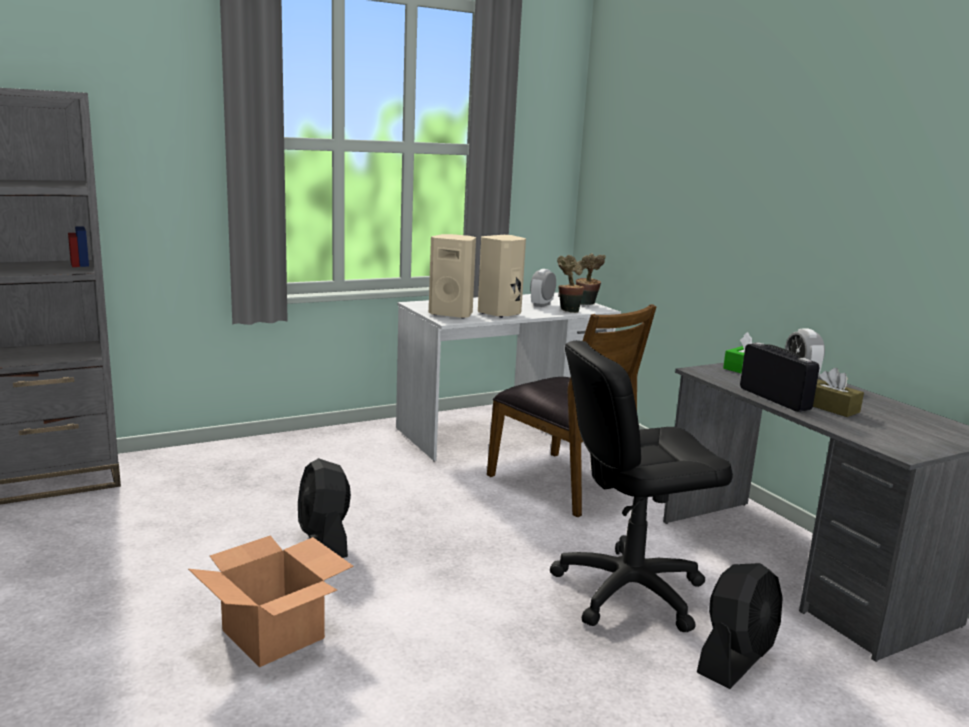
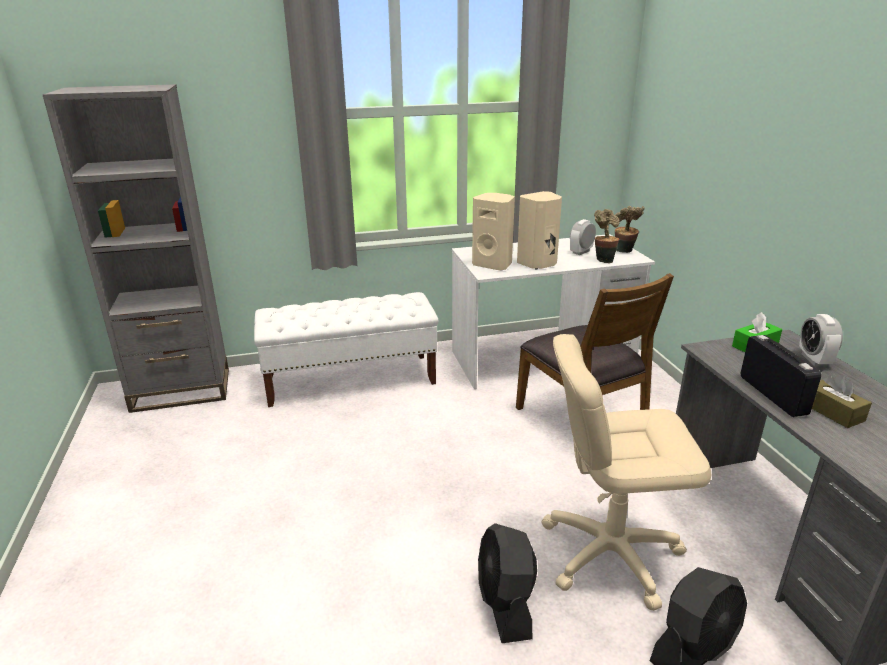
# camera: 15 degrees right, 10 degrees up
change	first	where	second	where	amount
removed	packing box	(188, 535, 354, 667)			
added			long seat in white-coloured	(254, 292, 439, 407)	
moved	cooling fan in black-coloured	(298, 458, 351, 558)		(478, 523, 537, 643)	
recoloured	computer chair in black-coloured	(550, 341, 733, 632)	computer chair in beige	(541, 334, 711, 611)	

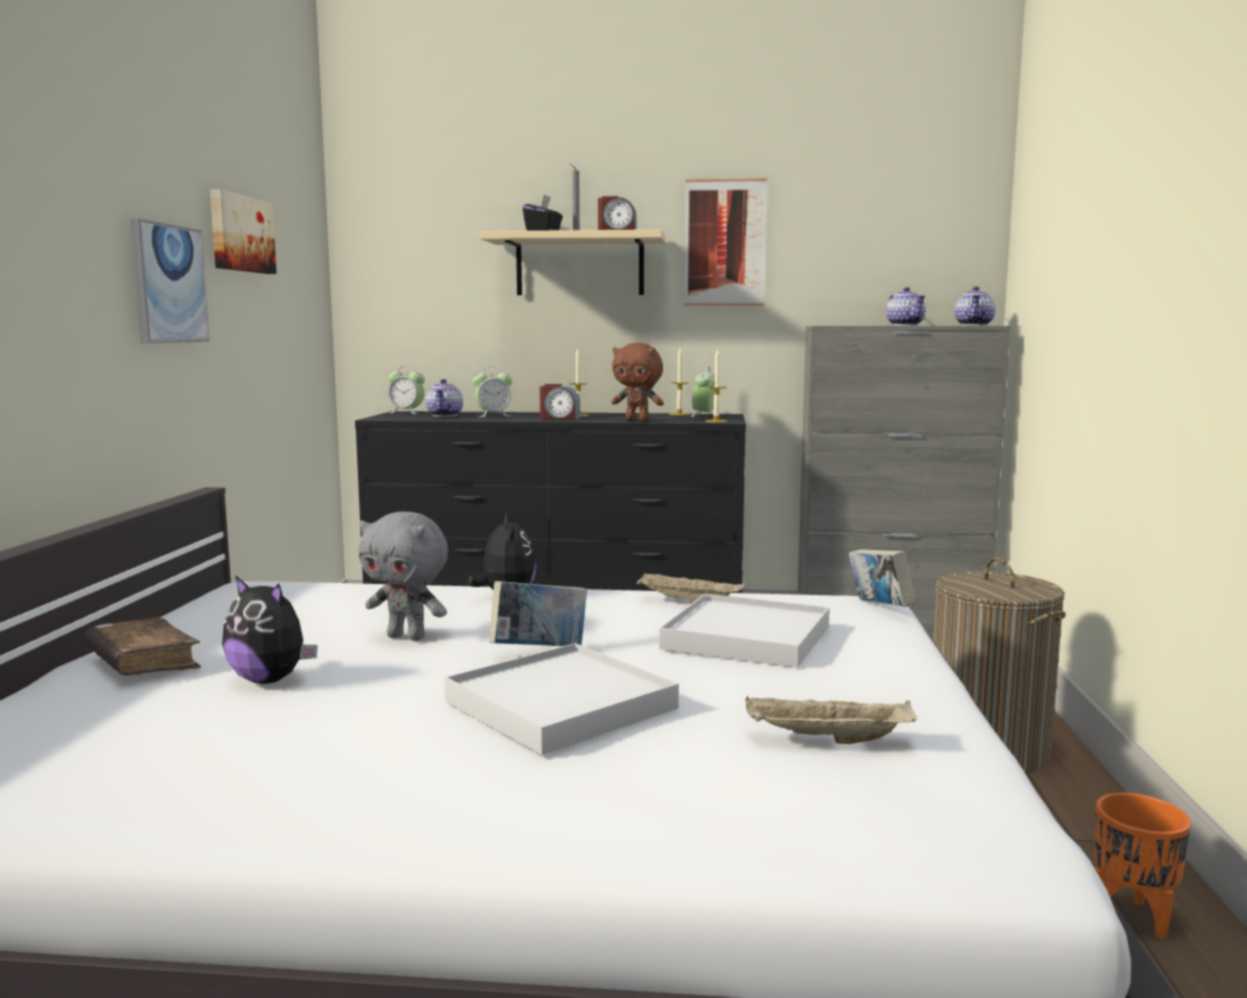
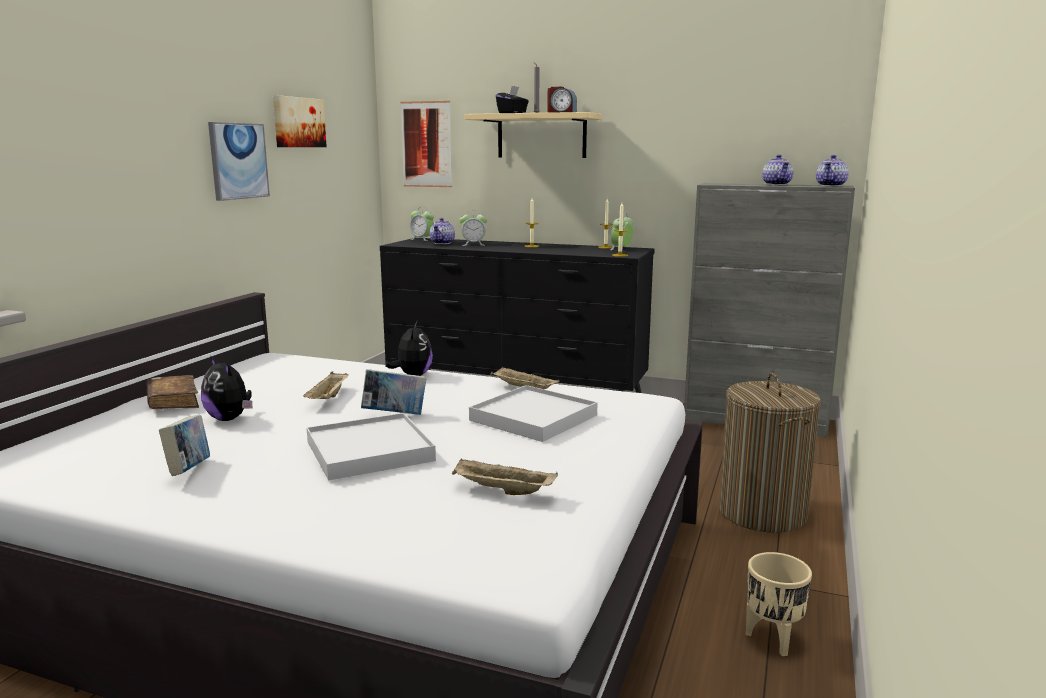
# camera: 15 degrees right, 5 degrees up
change	first	where	second	where	amount
removed	alarm clock	(540, 384, 580, 420)			
removed	soft toy in brownish	(611, 343, 664, 422)			
moved	wall picture	(684, 178, 767, 306)		(400, 101, 452, 187)	
moved	book	(849, 549, 916, 607)		(159, 415, 210, 476)	
replaced	soft toy in greyish	(358, 512, 448, 641)	tray in beige	(303, 371, 349, 399)	
recoloured	flower pot in orange	(1094, 793, 1191, 939)	flower pot in beige	(746, 552, 812, 656)	

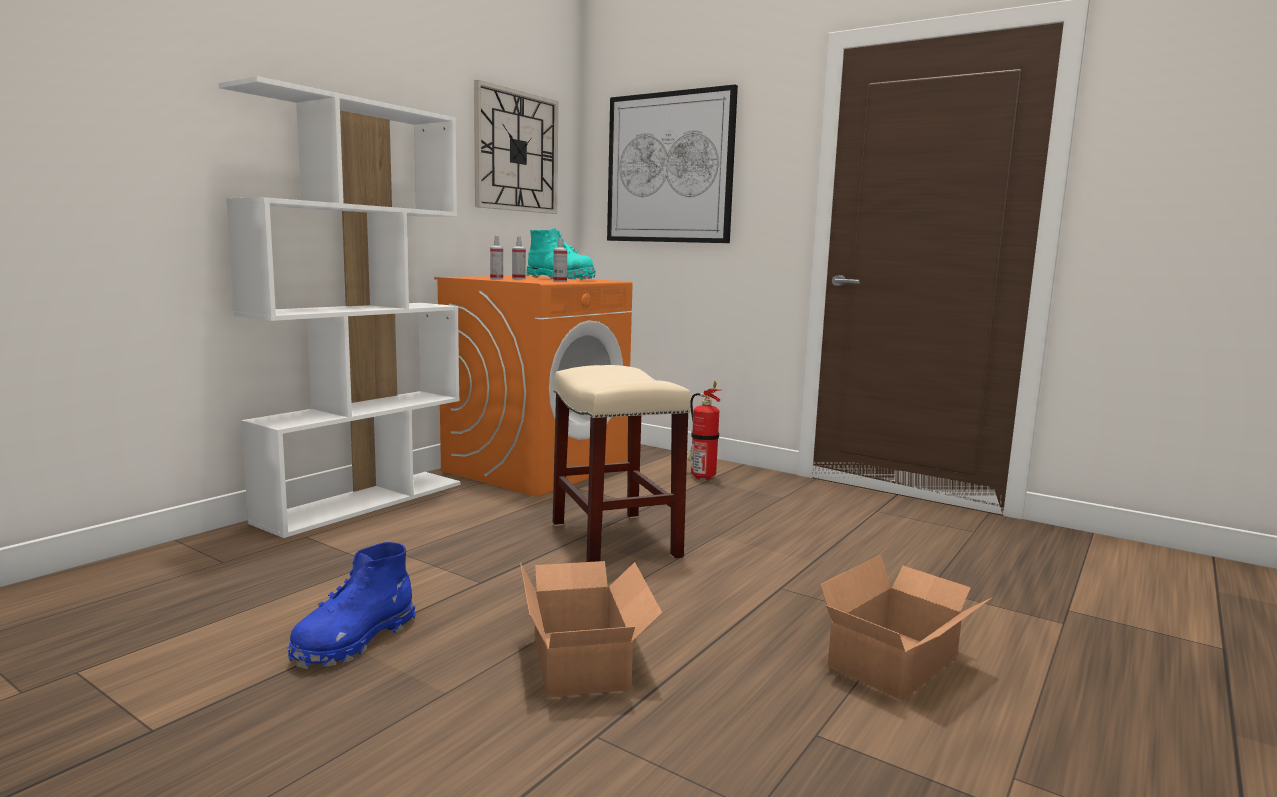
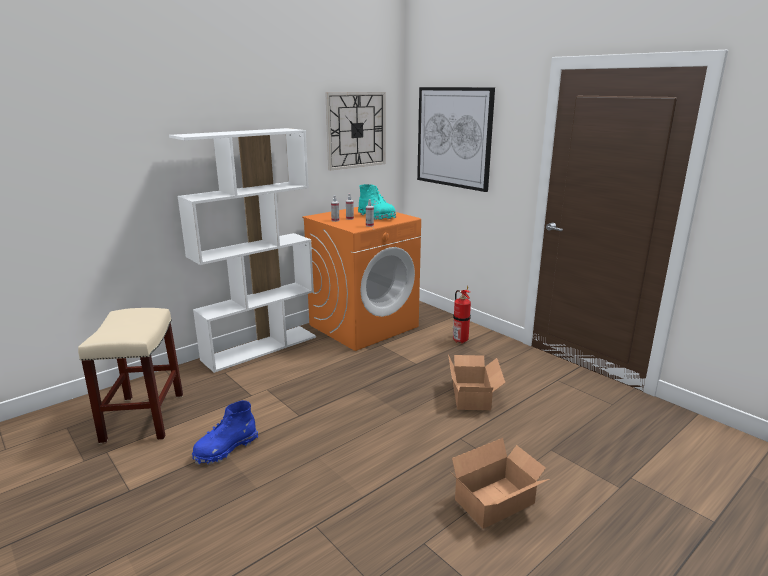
# camera: 15 degrees right, 10 degrees up
change	first	where	second	where	amount
moved	packing box	(520, 561, 662, 698)		(448, 354, 505, 410)	
moved	sitting stool in beige	(553, 365, 691, 562)		(78, 308, 183, 444)	

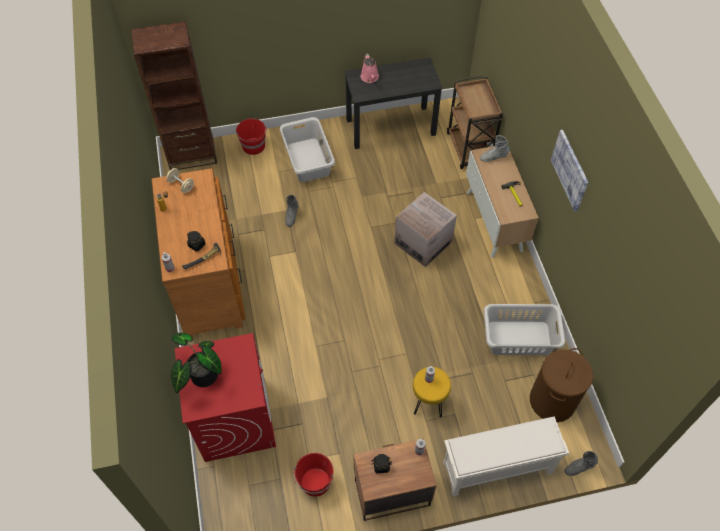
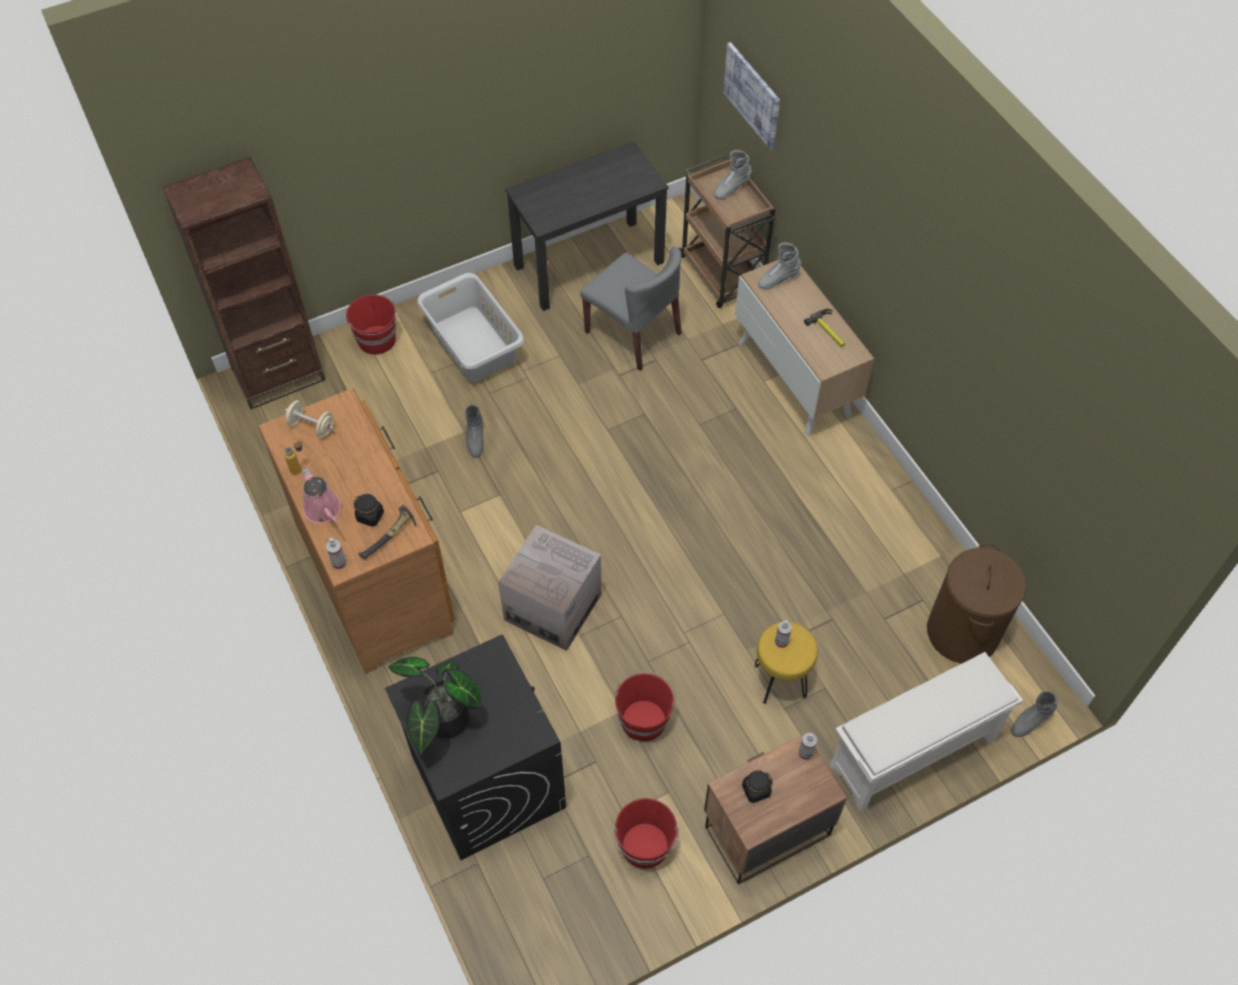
# camera: 15 degrees left, 0 degrees up
change	first	where	second	where	amount
removed	hamper in greyish	(484, 304, 565, 355)			
added			upright chair in greyish	(580, 246, 682, 371)	
added			water bucket in red-coloured	(615, 671, 676, 741)	
added			boot in greyish	(714, 150, 752, 199)	
moved	watering pot in pinkish	(361, 53, 379, 83)		(302, 468, 341, 524)	
moved	packing box	(394, 192, 457, 267)		(498, 525, 602, 651)	
moved	wall picture	(551, 130, 588, 212)		(723, 42, 780, 150)	
recoloured	washing machine in red-coloured	(175, 333, 276, 462)	washing machine in black-coloured	(385, 634, 566, 860)	

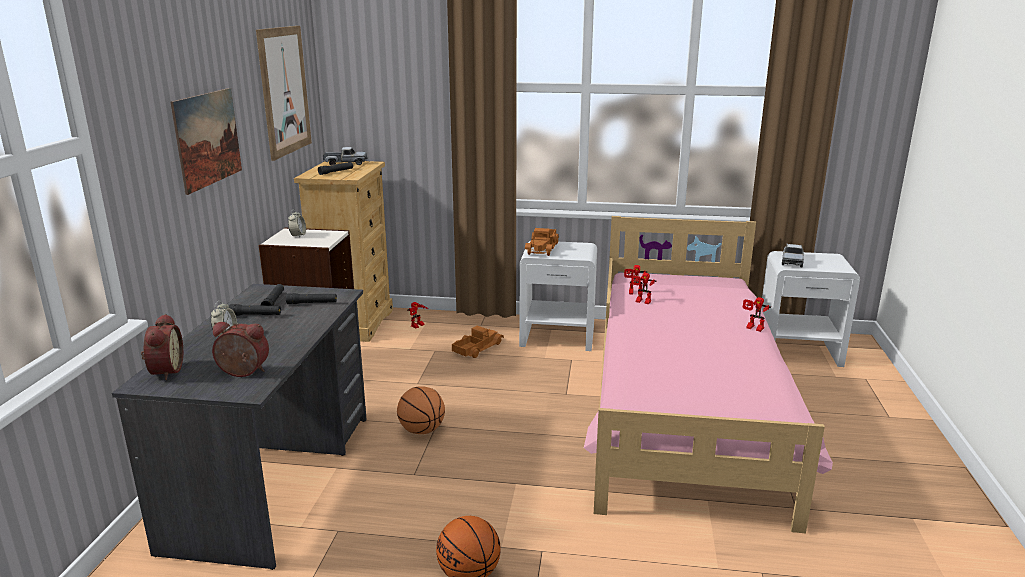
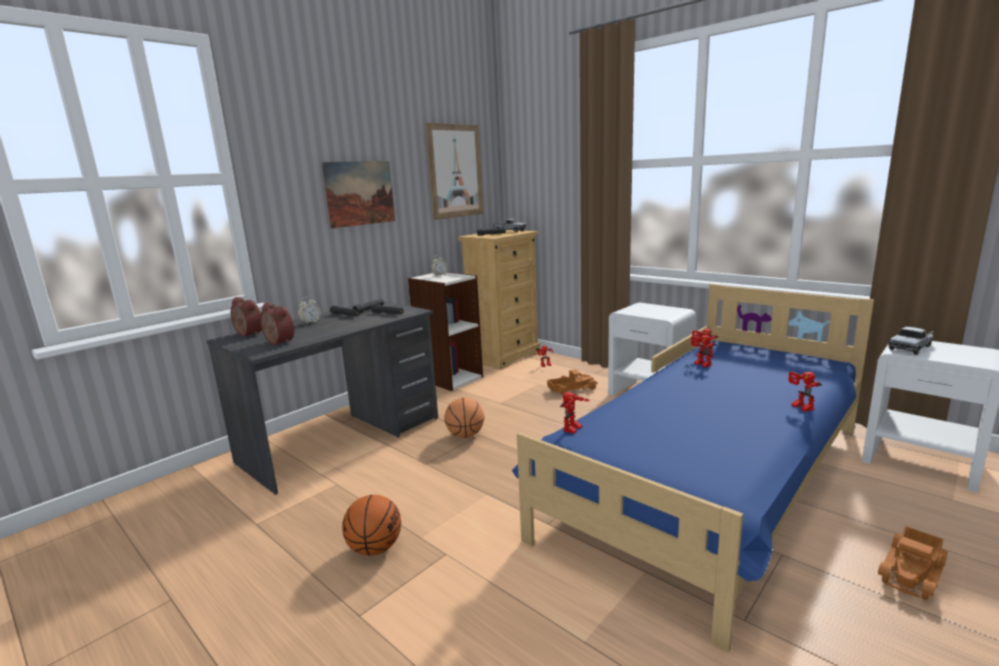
# camera: 35 degrees right, 5 degrees down
change	first	where	second	where	amount
added			robot figure	(560, 392, 590, 434)	
moved	toy lorry	(525, 228, 559, 256)		(878, 526, 948, 600)	
recoloured	bed in pinkish	(584, 216, 833, 533)	bed in bluish	(512, 284, 874, 653)	
turned	alarm clock	(141, 314, 183, 380)		(231, 297, 262, 336)	75 degrees counterclockwise

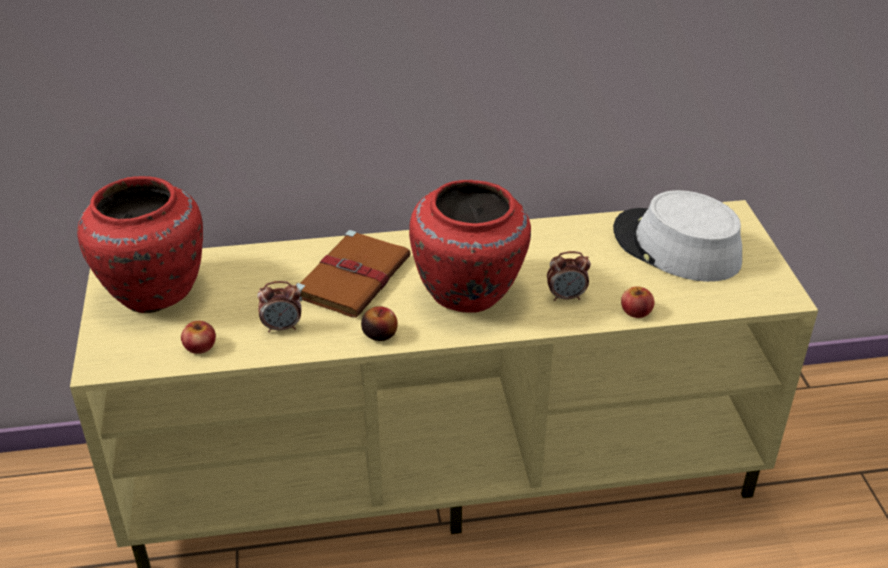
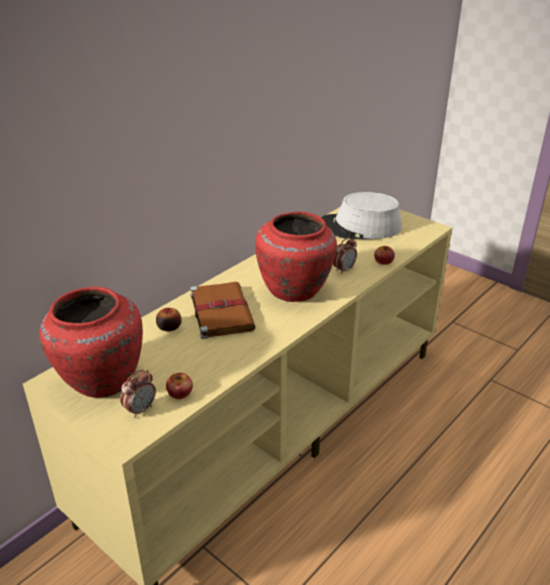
# camera: 40 degrees left, 5 degrees down
change	first	where	second	where	amount
moved	alarm clock	(257, 281, 301, 332)		(120, 370, 156, 418)	
moved	whole apple	(361, 306, 398, 341)		(156, 308, 182, 331)	

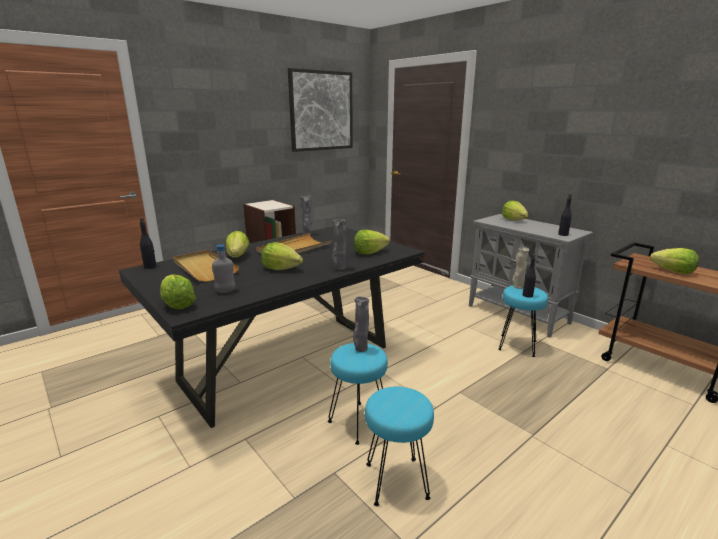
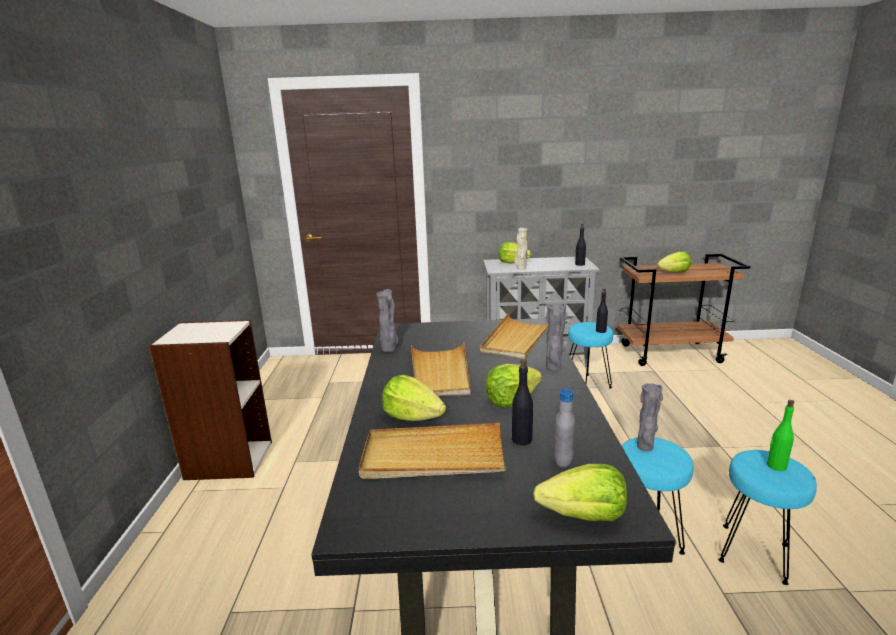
# camera: 50 degrees left, 0 degrees up
change	first	where	second	where	amount
removed	wall picture	(288, 68, 353, 152)			
added			drink bottle in green	(767, 400, 794, 471)	
moved	drink bottle in black-coloured	(140, 218, 156, 269)		(512, 359, 533, 445)	
moved	vase in beige	(512, 247, 529, 289)		(515, 228, 528, 270)	
replaced	lettuce head	(354, 230, 390, 254)	tray in beige	(480, 314, 549, 359)	

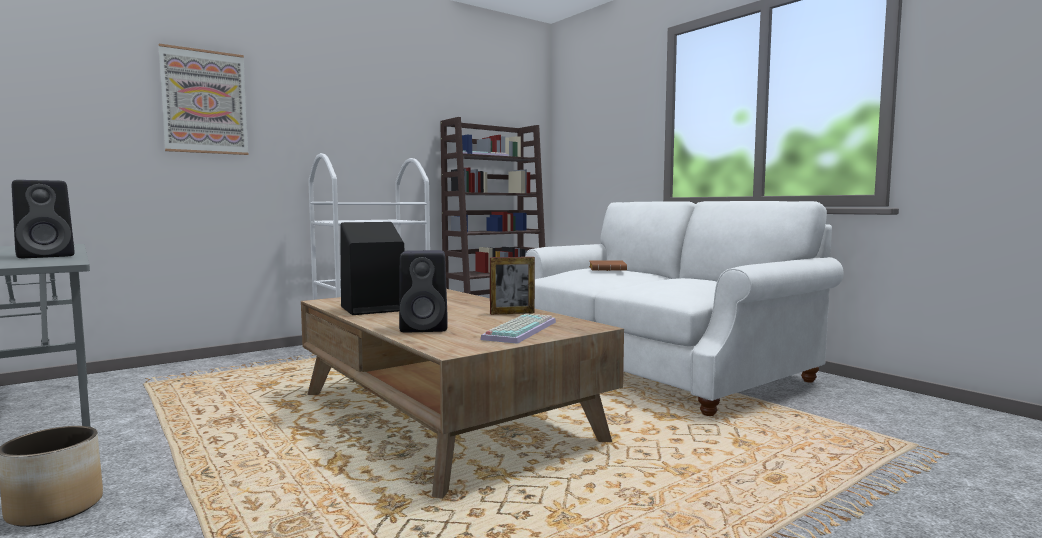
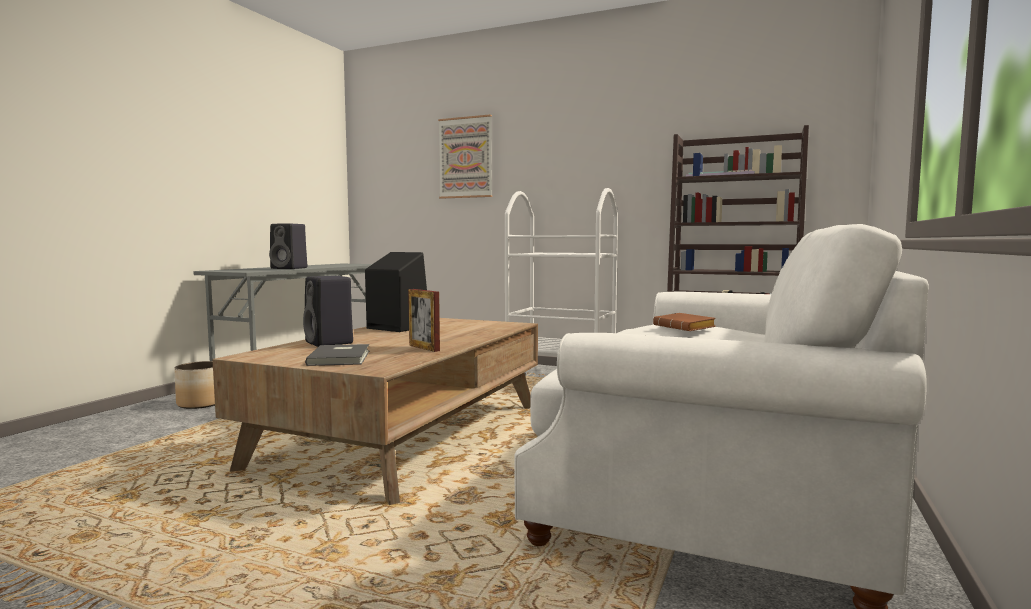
# camera: 60 degrees right, 0 degrees up
change	first	where	second	where	amount
replaced	keyboard	(480, 314, 556, 344)	book in greyish	(305, 344, 369, 366)	

